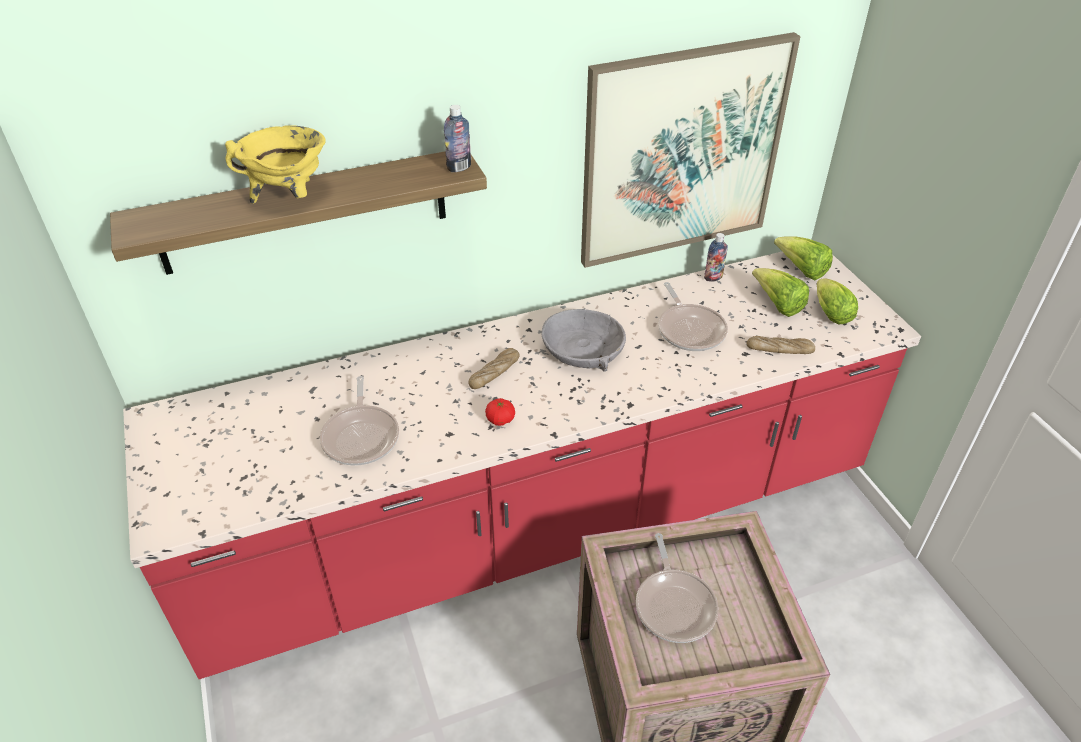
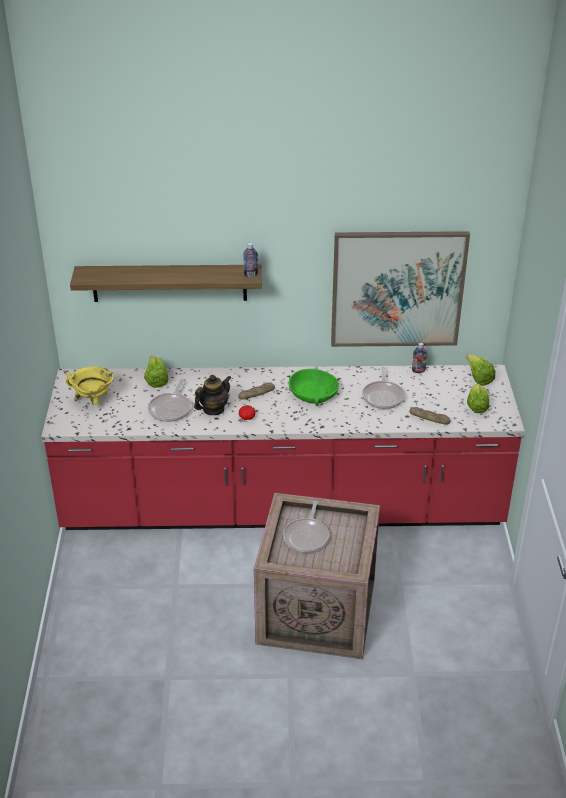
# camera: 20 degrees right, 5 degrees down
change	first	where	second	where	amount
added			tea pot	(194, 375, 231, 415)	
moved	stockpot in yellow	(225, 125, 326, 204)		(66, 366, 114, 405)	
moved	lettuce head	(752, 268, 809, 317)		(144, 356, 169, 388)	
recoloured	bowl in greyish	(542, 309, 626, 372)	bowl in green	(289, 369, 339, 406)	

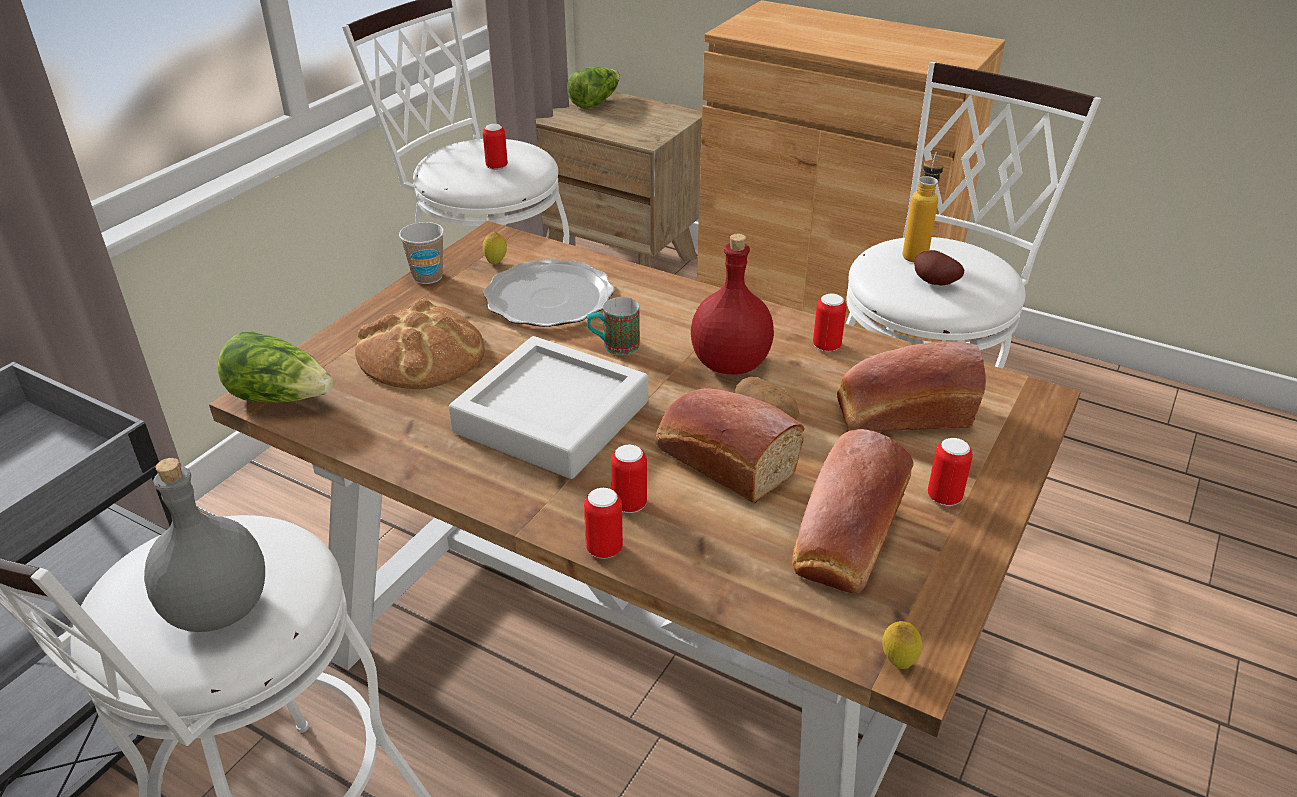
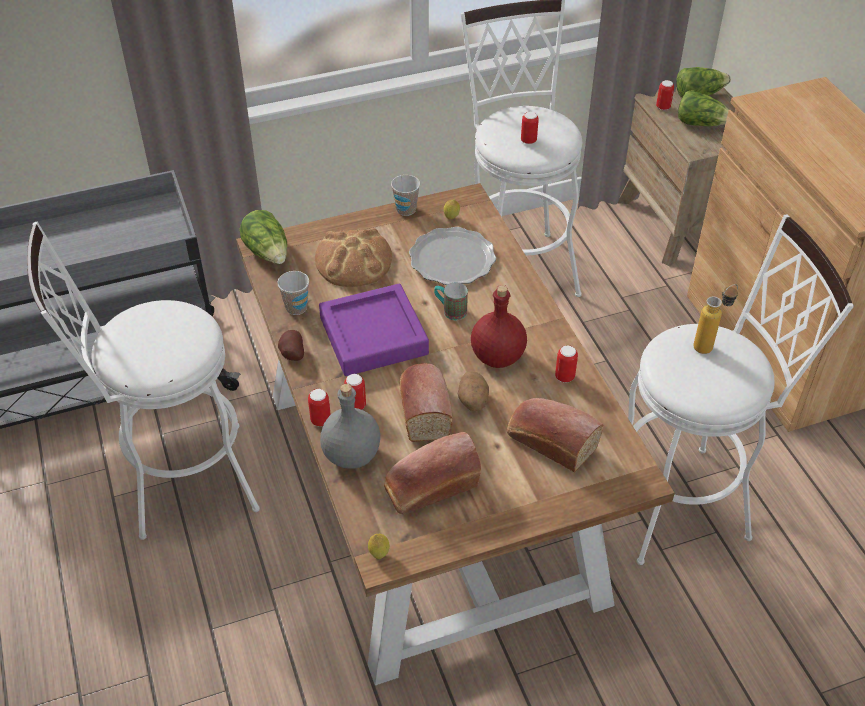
# camera: 40 degrees right, 10 degrees up
change	first	where	second	where	amount
added			drinking cup	(277, 271, 309, 315)	
added			lettuce head	(678, 90, 729, 126)	
moved	drink bottle in greyish	(144, 458, 265, 632)		(320, 384, 380, 469)	
moved	whole potato	(914, 250, 964, 286)		(278, 330, 304, 361)	
moved	metal can	(928, 438, 973, 506)		(656, 80, 674, 110)	
recoloured	tray in greyish	(449, 336, 648, 479)	tray in purple-coloured	(319, 284, 429, 376)	

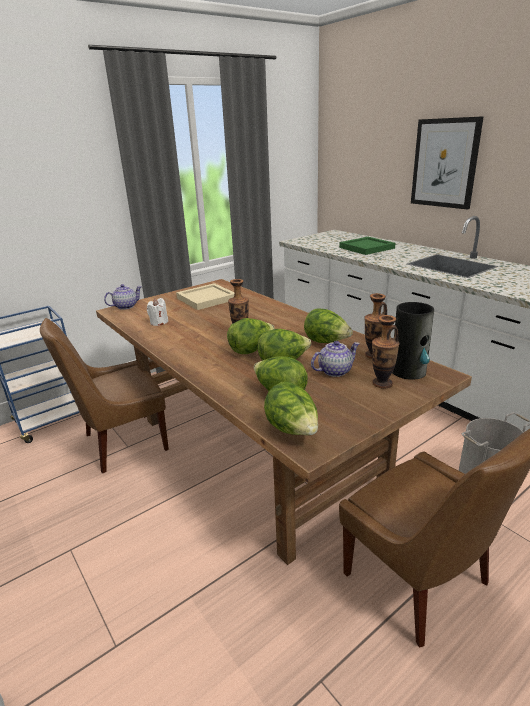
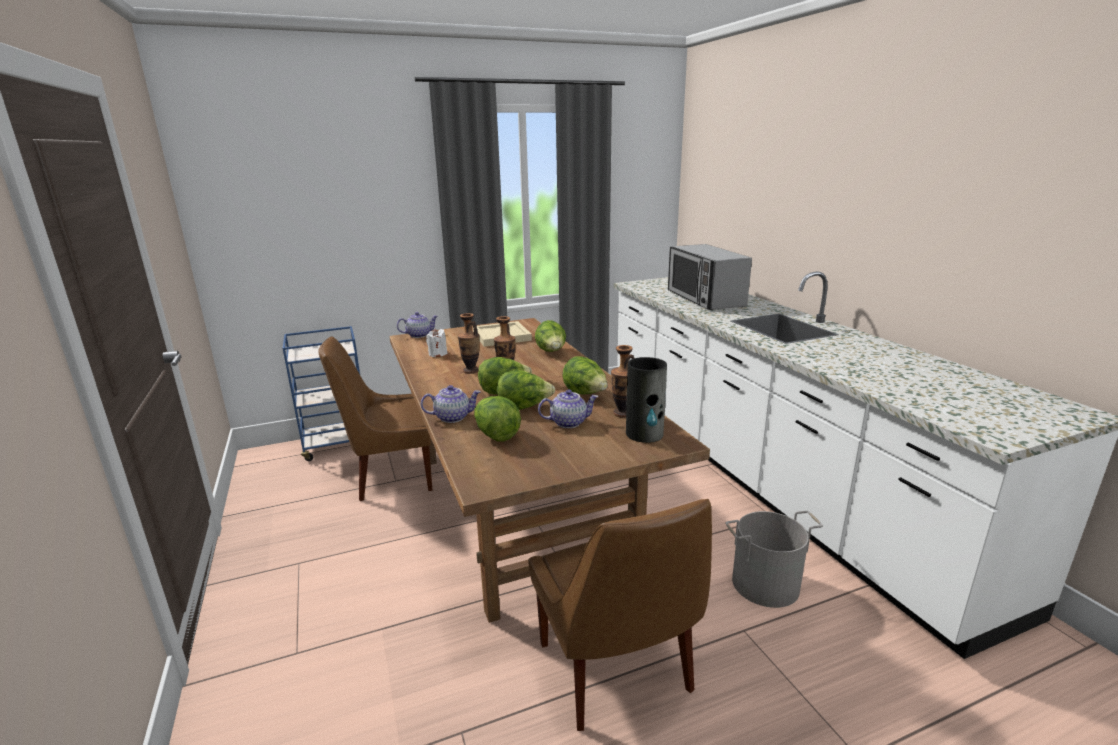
# camera: 15 degrees right, 5 degrees down
change	first	where	second	where	amount
removed	wall picture	(411, 116, 484, 209)			
added			tea pot	(421, 385, 481, 423)	
moved	lettuce head	(264, 382, 318, 435)		(535, 320, 566, 352)	
moved	vase	(372, 315, 399, 389)		(458, 313, 479, 374)	
replaced	tray in green	(339, 237, 395, 255)	microwave	(668, 244, 752, 310)	

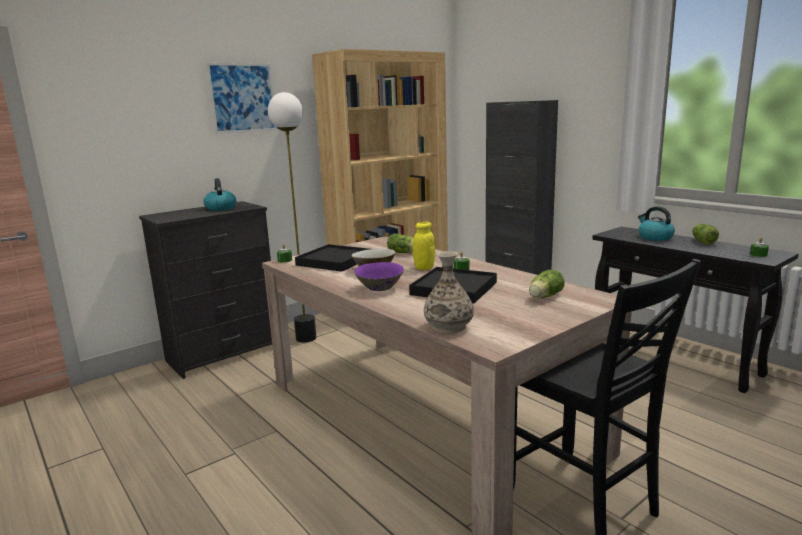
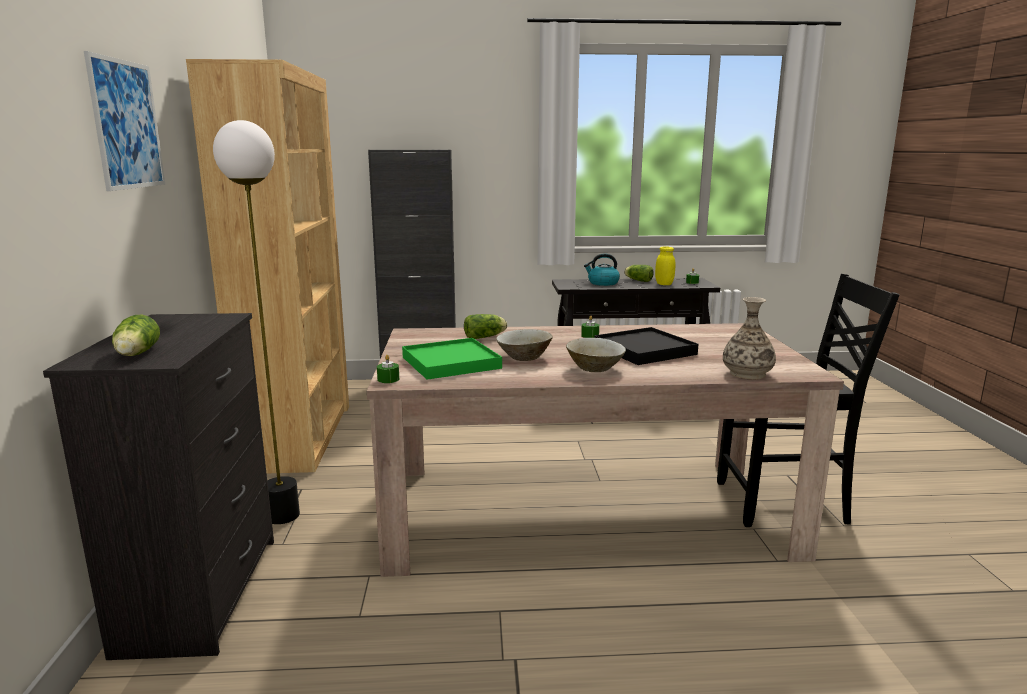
# camera: 55 degrees left, 0 degrees up
change	first	where	second	where	amount
removed	water kettle	(203, 178, 236, 211)			
moved	jar in yellow	(413, 222, 435, 270)		(655, 247, 676, 285)	
moved	lettuce head	(529, 269, 565, 298)		(112, 315, 160, 356)	
recoloured	tray in black-coloured	(295, 244, 369, 272)	tray in green	(402, 338, 502, 380)	
recoloured	bowl in purple-coloured	(354, 262, 404, 291)	bowl in beige	(566, 338, 626, 372)	

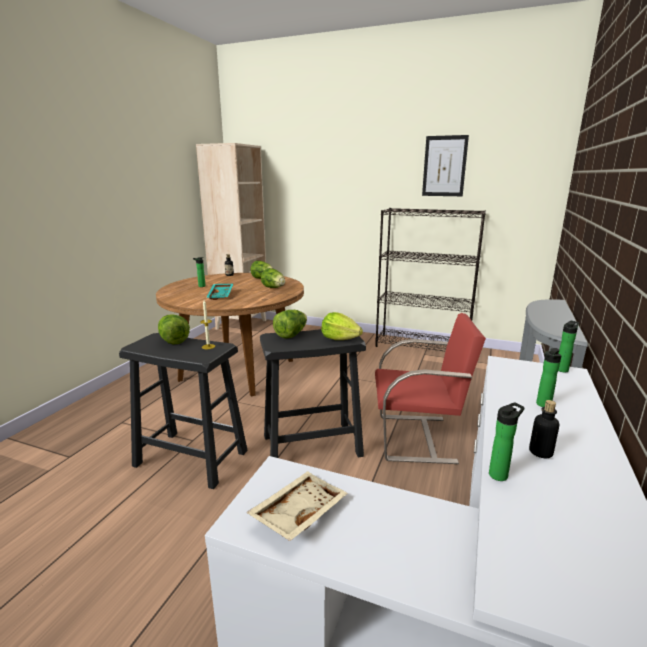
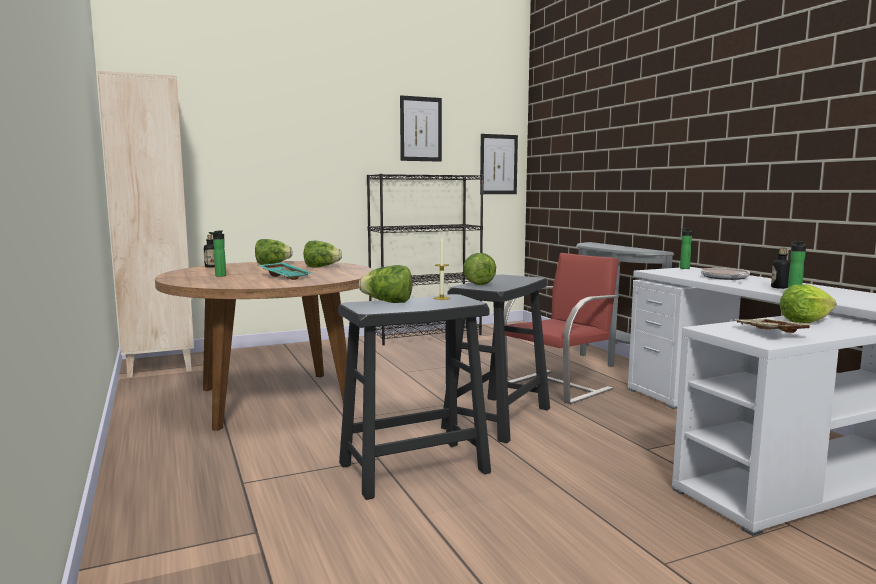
# camera: 45 degrees left, 10 degrees down
change	first	where	second	where	amount
added			wall picture	(480, 134, 518, 194)	
moved	lettuce head	(321, 312, 363, 340)		(780, 284, 837, 323)	
replaced	drink bottle	(536, 348, 562, 407)	pan	(701, 268, 750, 280)	

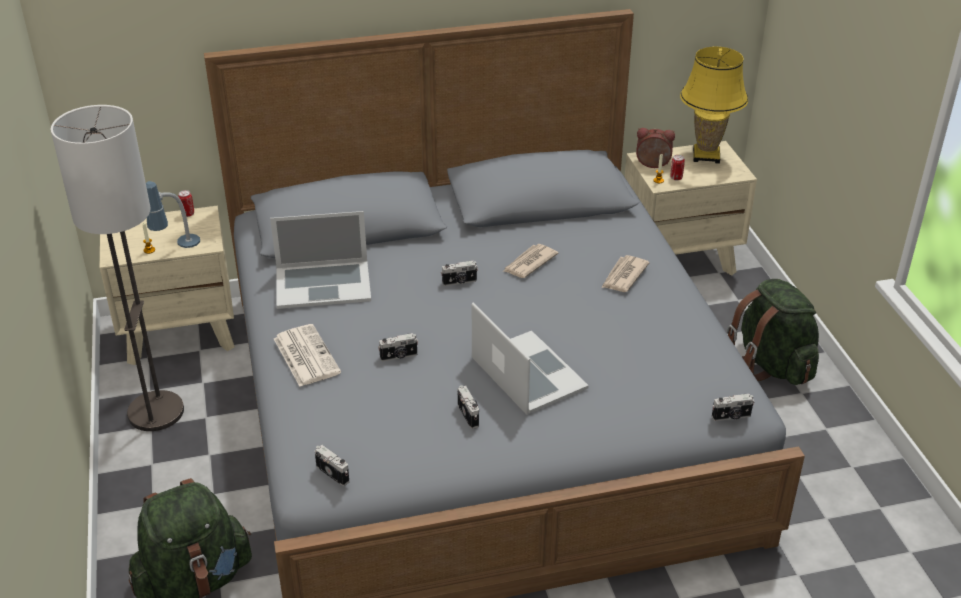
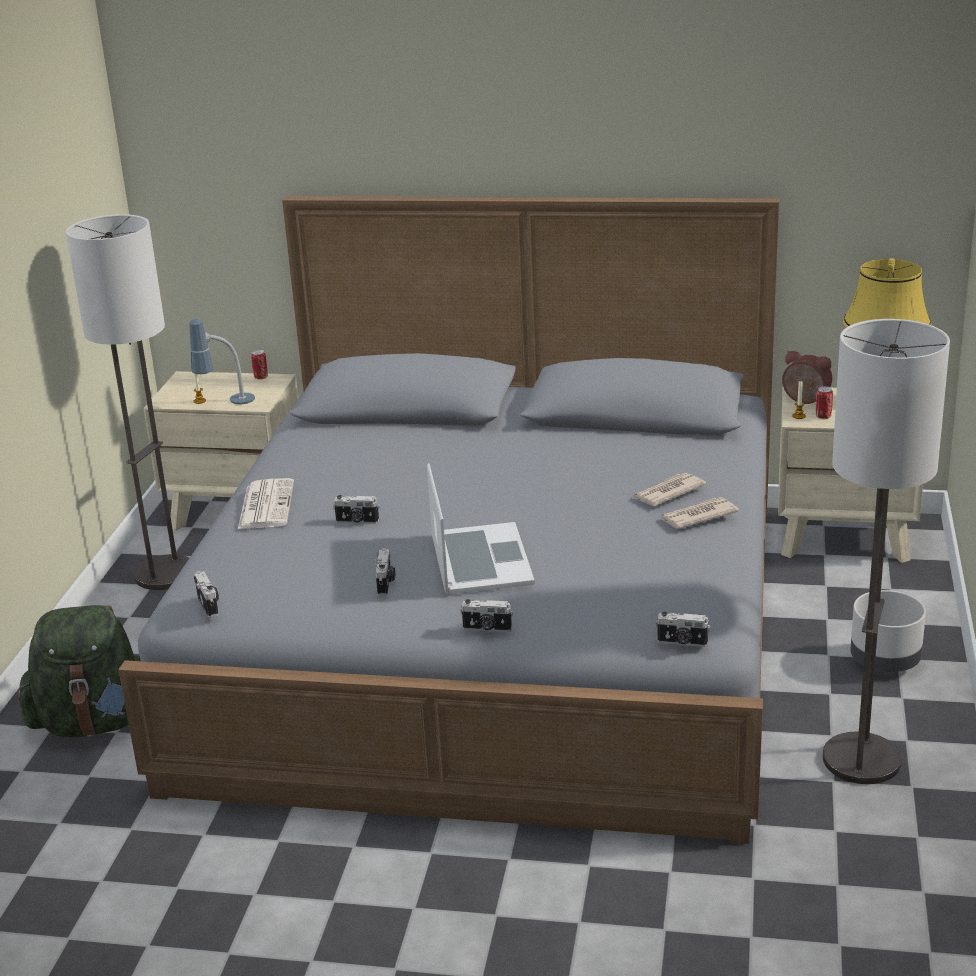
# camera: 25 degrees right, 10 degrees down
change	first	where	second	where	amount
removed	notebook computer	(270, 211, 371, 309)			
added			standing lamp	(823, 319, 950, 784)	
moved	photo camera	(441, 260, 478, 286)		(460, 599, 513, 632)	
moved	printed paper	(503, 244, 559, 278)		(660, 497, 739, 529)	
replaced	knapsack in green	(727, 279, 819, 385)	flower pot in greyish	(850, 590, 926, 672)	

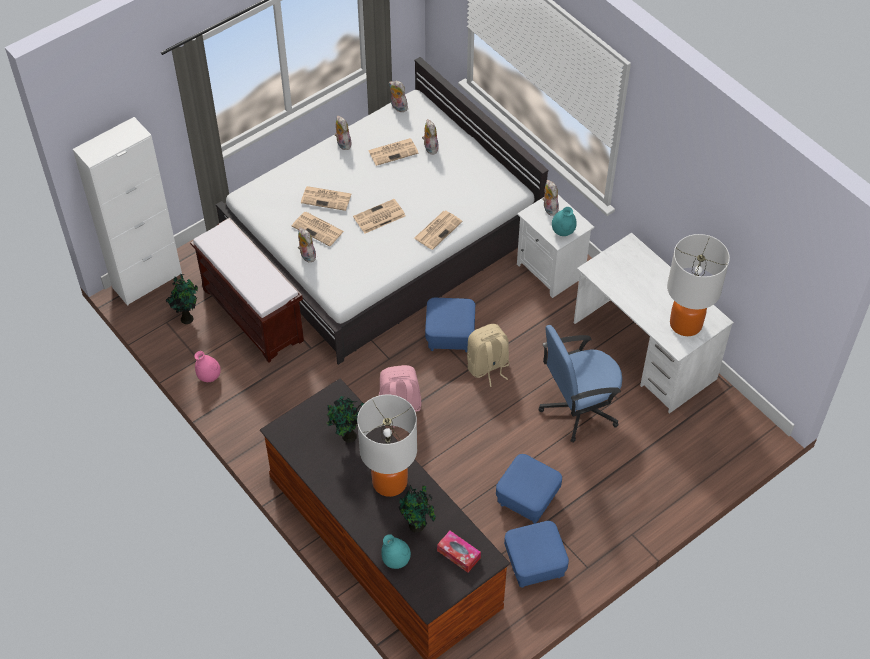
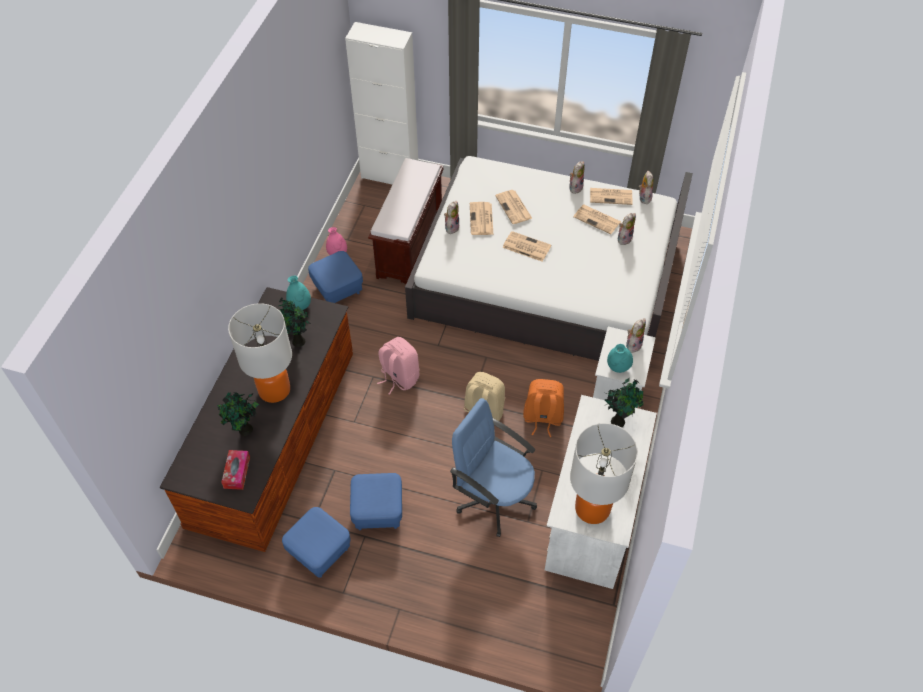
# camera: 55 degrees right, 0 degrees up
change	first	where	second	where	amount
added			knapsack in orange	(523, 379, 564, 437)	
moved	potted plant	(166, 274, 198, 324)		(604, 378, 644, 427)	
moved	vase in blue-green	(381, 534, 411, 569)		(286, 275, 311, 310)	
moved	printed paper	(414, 211, 462, 250)		(590, 188, 632, 205)	
moved	footrest in bluish	(425, 298, 475, 352)		(308, 251, 363, 303)	

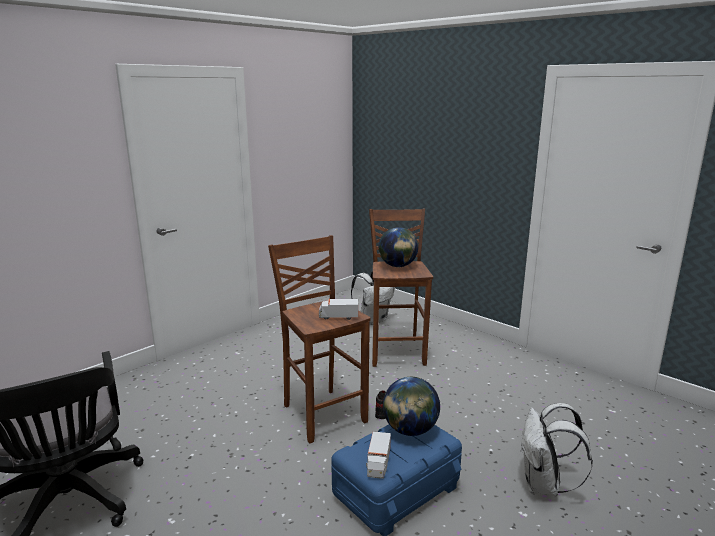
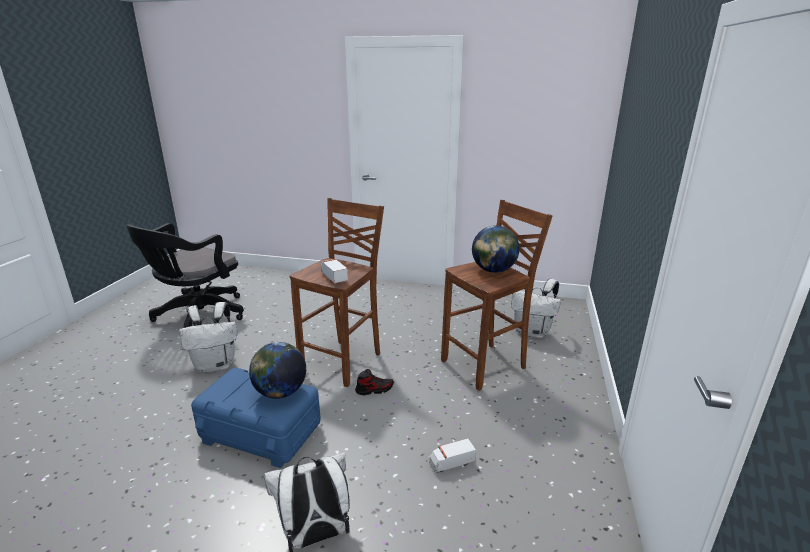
# camera: 60 degrees right, 5 degrees up
change	first	where	second	where	amount
added			knapsack in white-coloured	(179, 302, 237, 373)	
moved	toy lorry	(366, 431, 391, 479)		(429, 438, 476, 473)	

